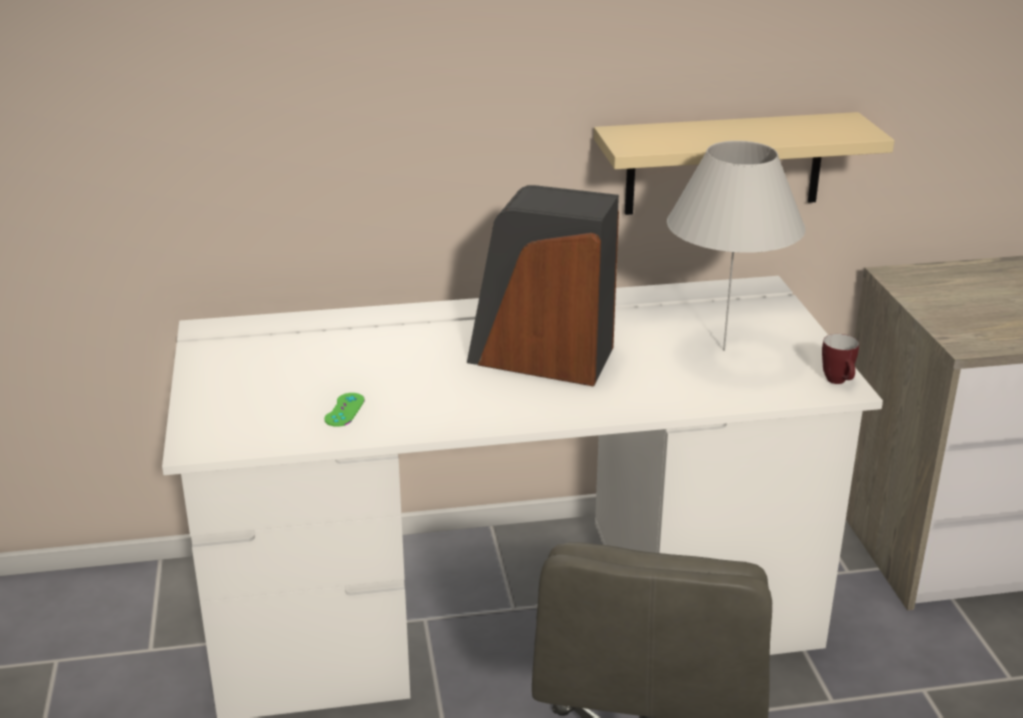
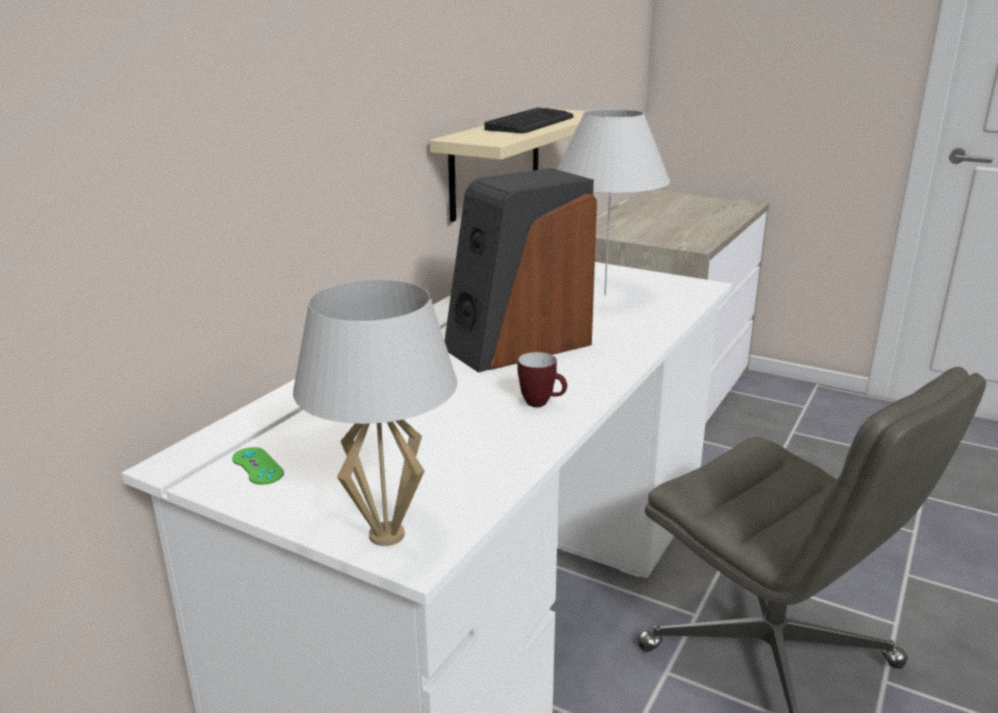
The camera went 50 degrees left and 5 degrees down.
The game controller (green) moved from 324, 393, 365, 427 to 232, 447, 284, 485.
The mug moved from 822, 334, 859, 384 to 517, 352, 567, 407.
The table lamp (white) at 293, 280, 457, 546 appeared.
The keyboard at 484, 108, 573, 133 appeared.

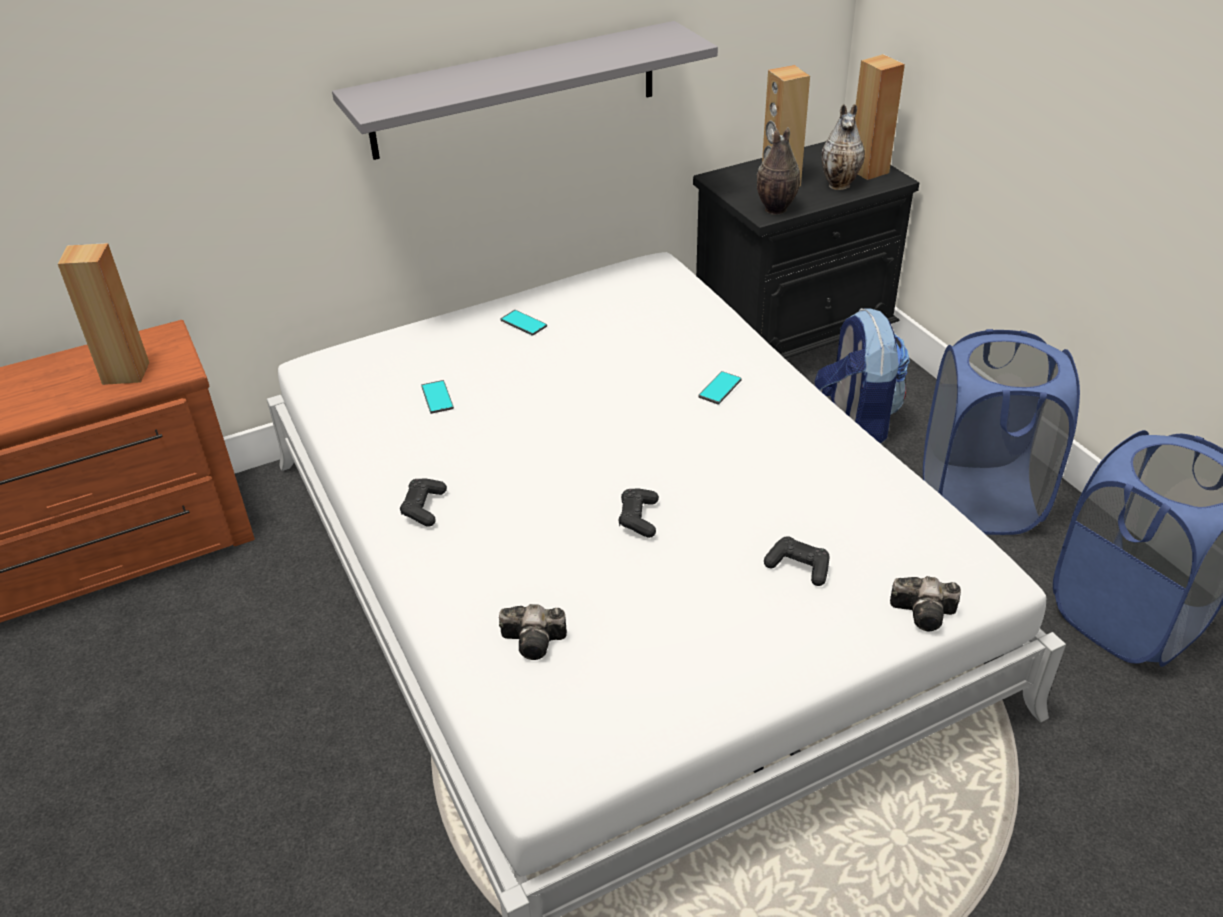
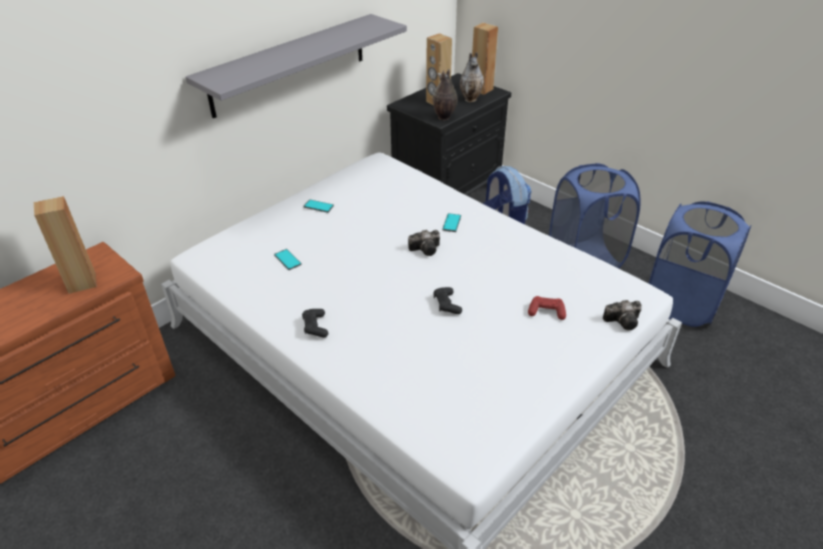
The camera went 20 degrees left and 0 degrees up.
The photo camera moved from 499, 604, 567, 660 to 408, 230, 440, 256.
The game controller (black) at 764, 536, 830, 586 became the game controller (red) at 528, 296, 566, 320.

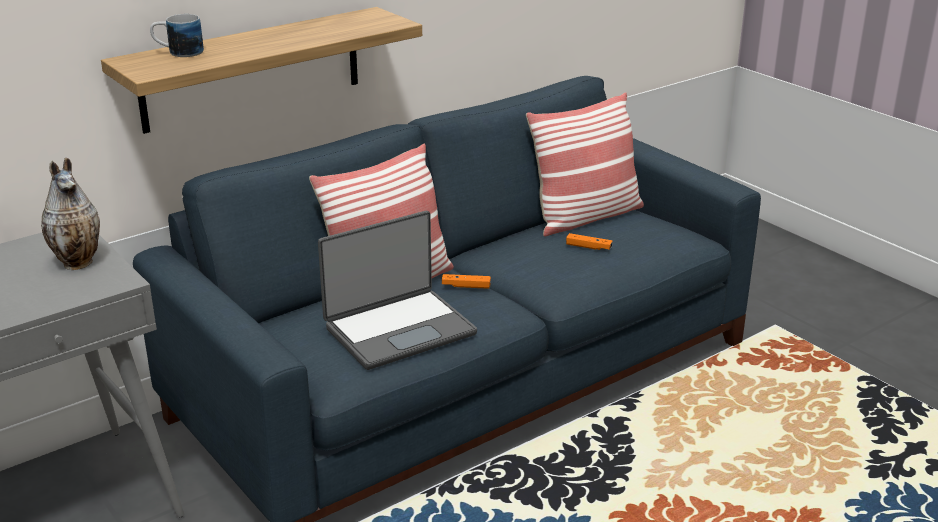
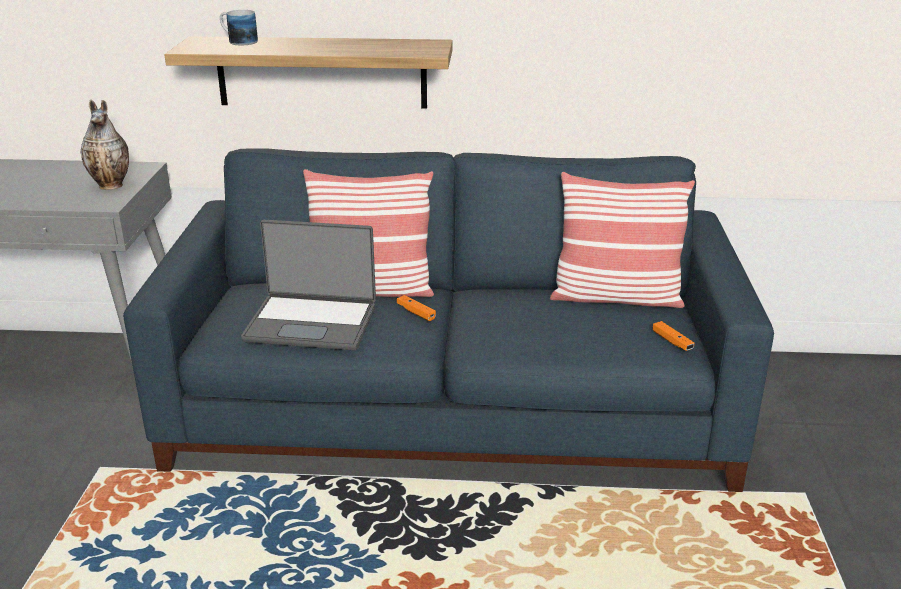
The camera went 40 degrees right and 0 degrees up.
The game controller (orange) moved from 566, 233, 613, 250 to 653, 321, 694, 351.

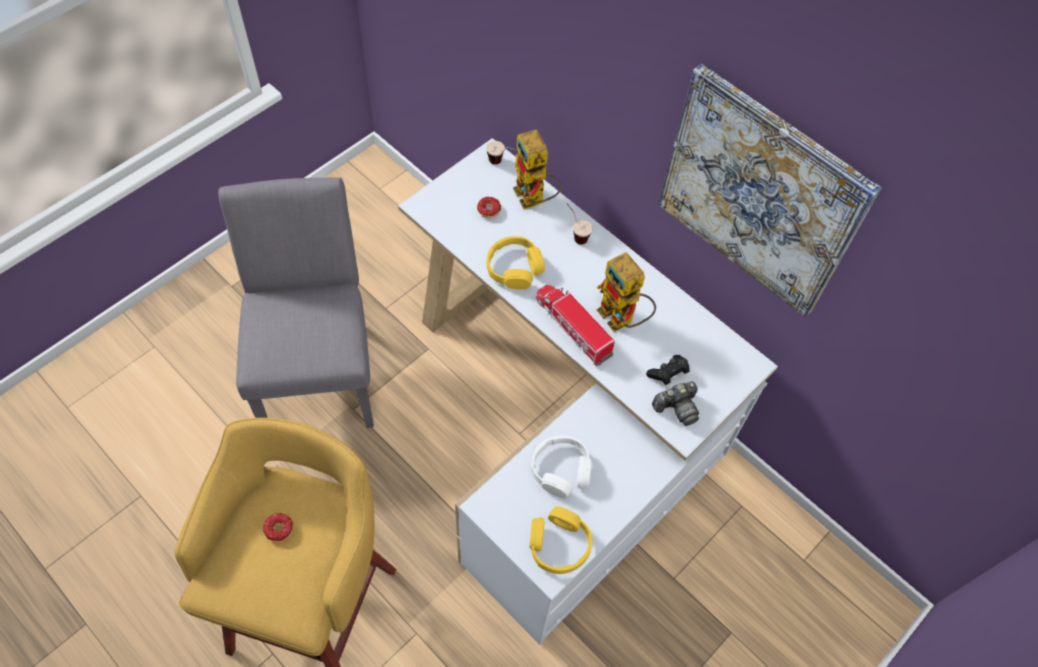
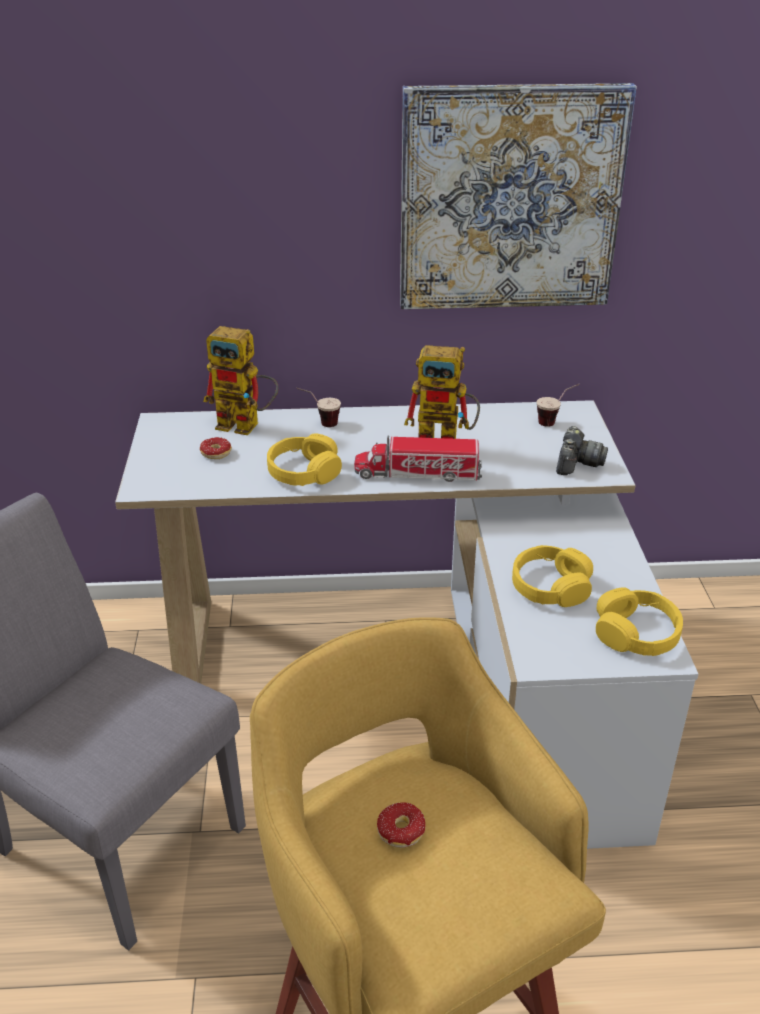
The camera went 45 degrees left and 25 degrees down.
The cup moved from 486, 141, 517, 165 to 537, 384, 580, 427.
The headphones (white) at 531, 435, 592, 498 became the headphones (yellow) at 512, 545, 593, 607.
The game controller (black) at 646, 355, 690, 385 disappeared.

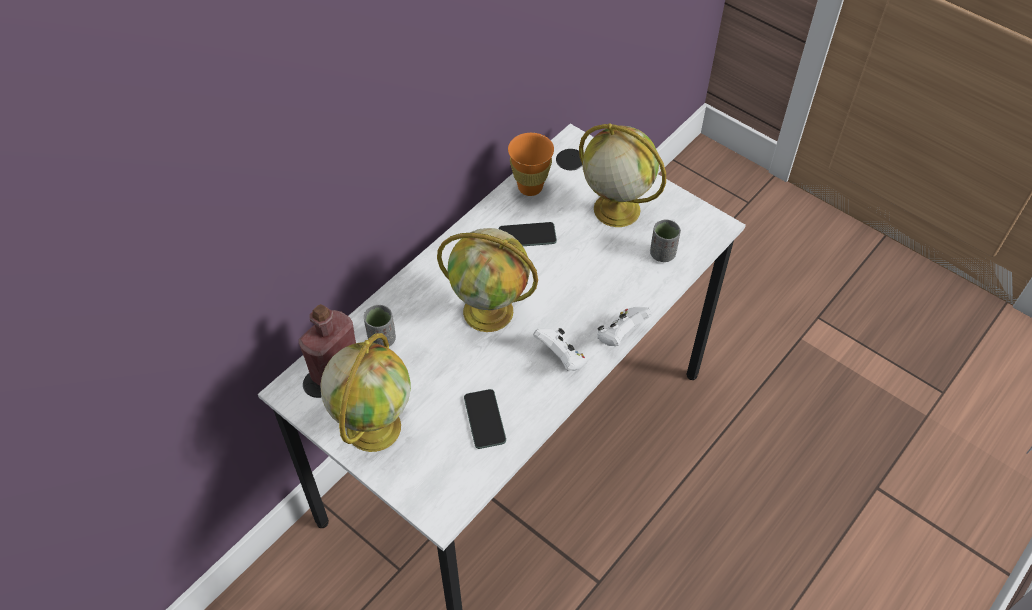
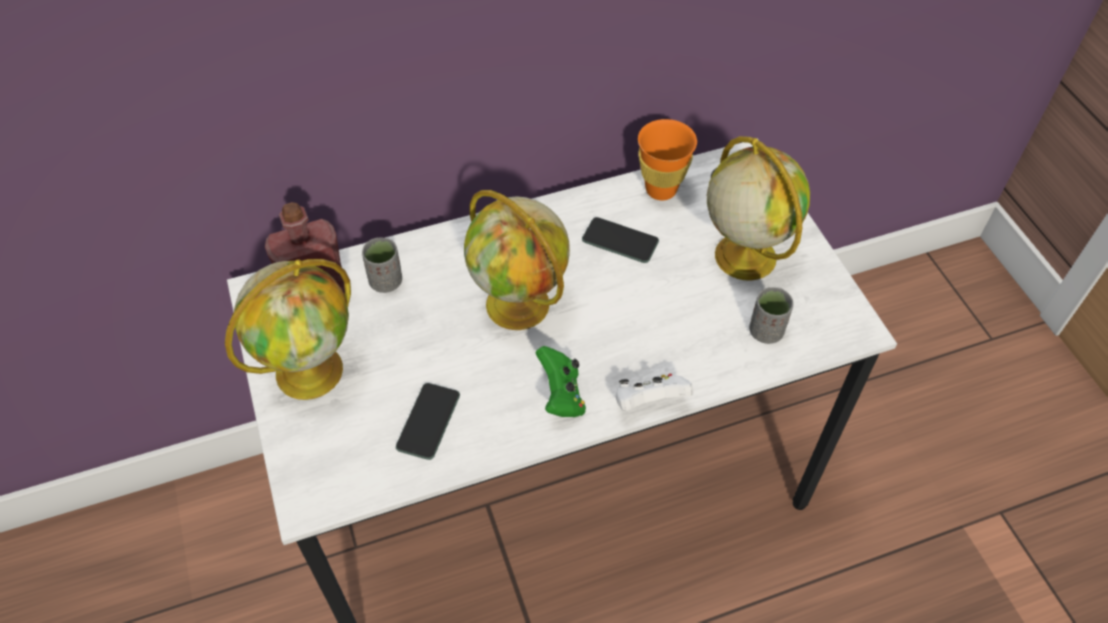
The camera went 30 degrees right and 0 degrees up.
The game controller (white) at 533, 328, 587, 371 became the game controller (green) at 536, 346, 586, 417.

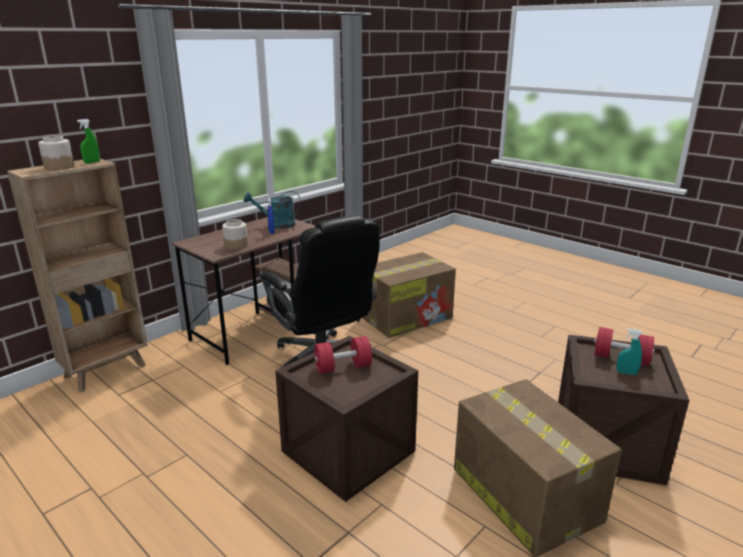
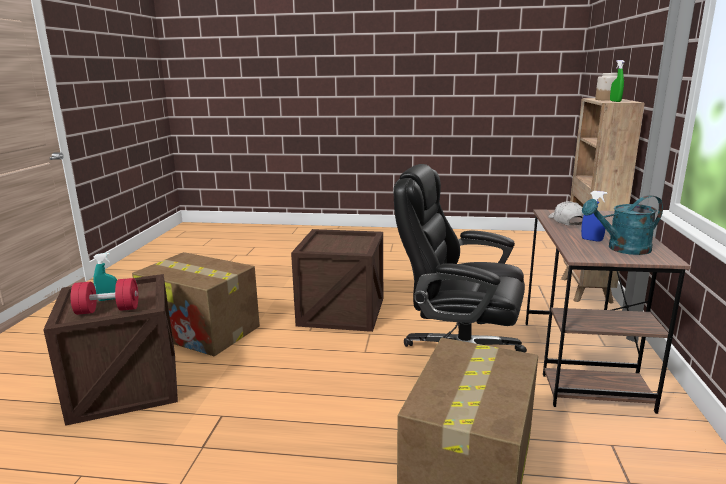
The camera went 145 degrees right and 5 degrees down.
The jar at 222, 219, 248, 249 was replaced by the cap (white) at 548, 201, 584, 226.
The watering can (turquoise) at 243, 191, 301, 229 turned 150 degrees counterclockwise.
The dumbbell (red) at 314, 336, 372, 374 disappeared.

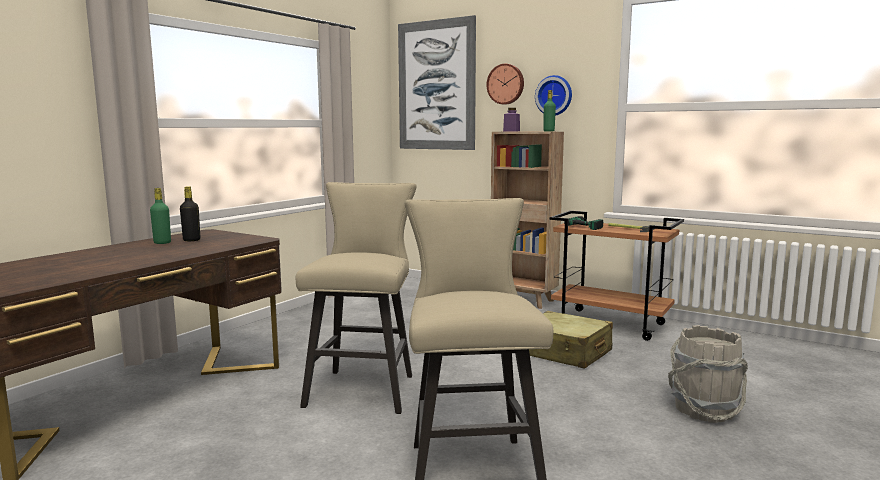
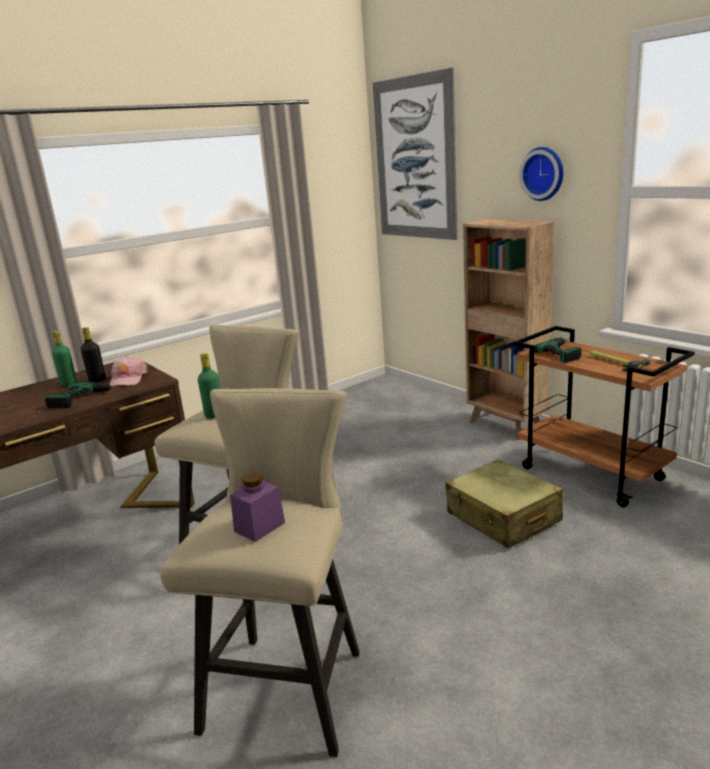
The camera went 20 degrees right and 10 degrees up.
The wall clock at 486, 64, 524, 105 disappeared.
The jar (purple) moved from 503, 108, 520, 131 to 230, 472, 285, 542.
The bottle (green) moved from 543, 90, 556, 132 to 198, 353, 220, 419.
The bucket (grey) at 668, 325, 748, 423 disappeared.
The power drill at 45, 382, 120, 408 appeared.
The cap (pink) at 109, 356, 148, 386 appeared.

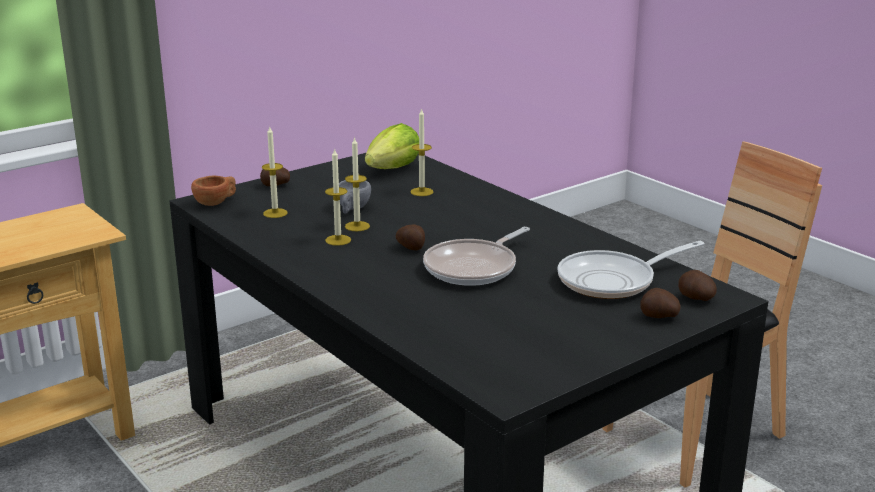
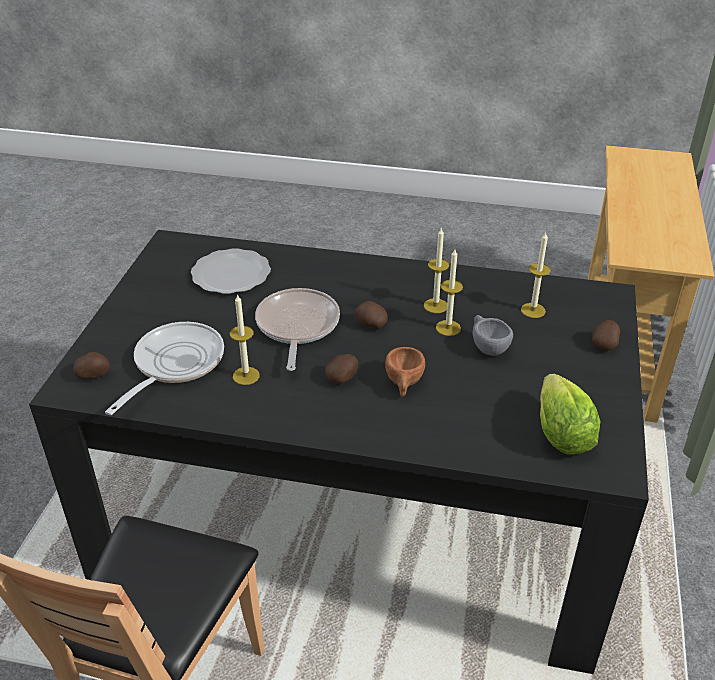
The camera went 140 degrees right and 15 degrees up.
The cup (brown) moved from 191, 176, 236, 206 to 385, 347, 425, 397.
The candle moved from 410, 108, 433, 196 to 230, 294, 260, 385.
The potato moved from 640, 288, 681, 318 to 325, 354, 358, 384.
The plate at 191, 248, 271, 294 appeared.

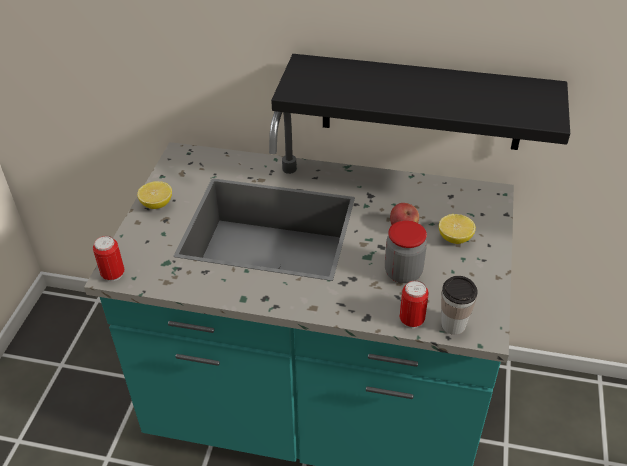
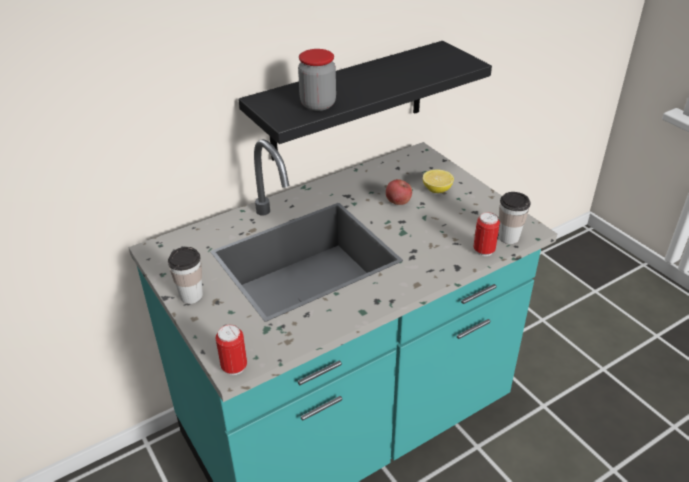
The camera went 45 degrees left and 5 degrees down.
The lemon at 137, 181, 172, 209 was replaced by the cup at 168, 247, 203, 304.
The jar moved from 385, 220, 427, 283 to 298, 49, 336, 111.

